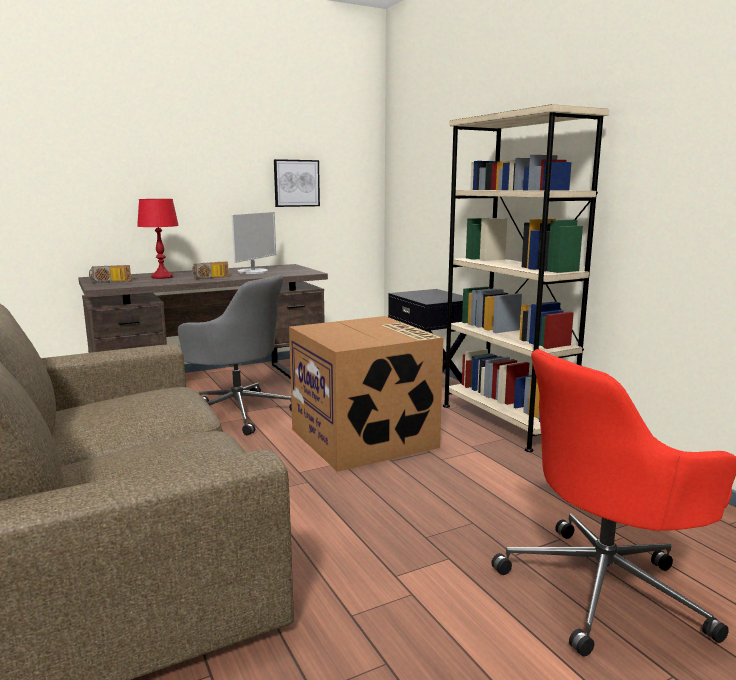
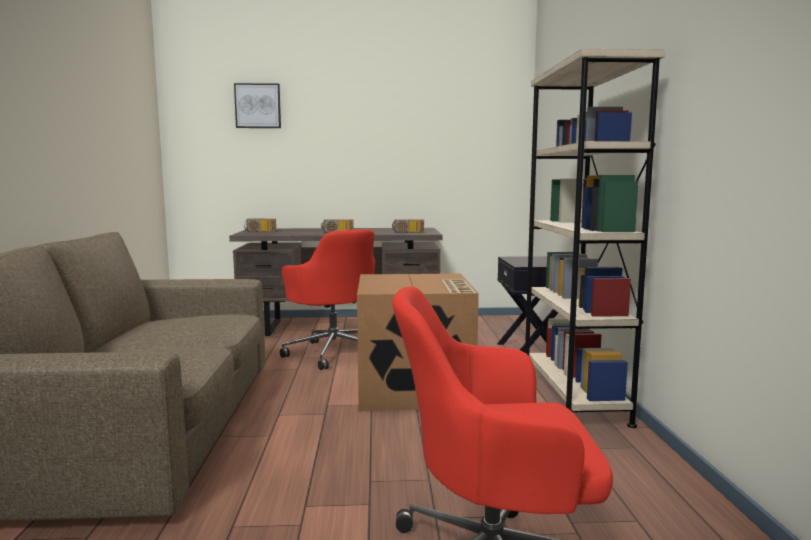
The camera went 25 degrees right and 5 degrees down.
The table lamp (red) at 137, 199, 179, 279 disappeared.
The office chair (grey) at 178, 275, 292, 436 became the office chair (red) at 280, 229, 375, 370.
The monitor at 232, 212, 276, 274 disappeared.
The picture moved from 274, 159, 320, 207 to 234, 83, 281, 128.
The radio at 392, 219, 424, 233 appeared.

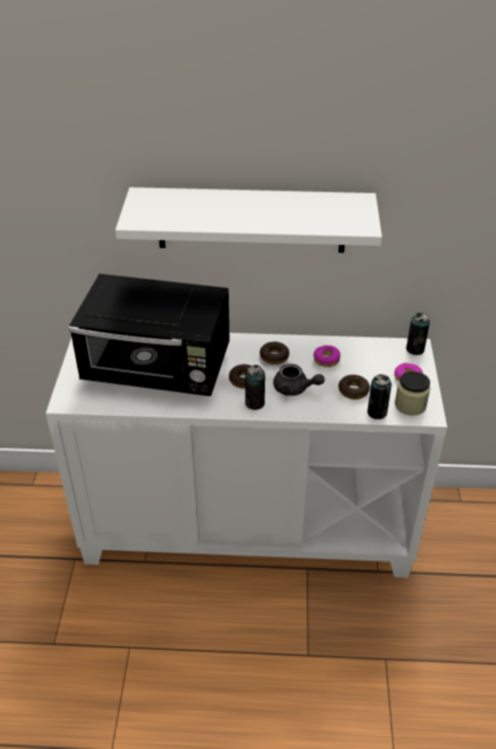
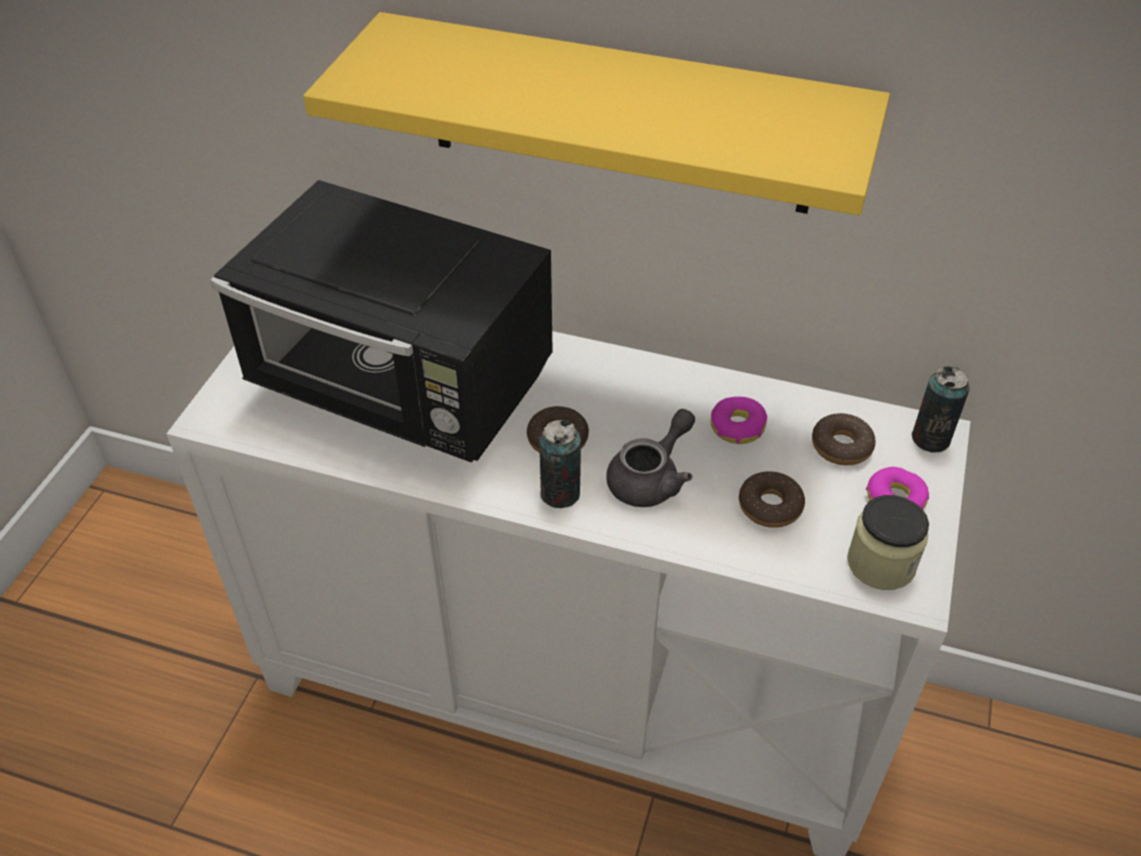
The camera went 15 degrees right and 5 degrees up.
The shelf (white) at 115, 187, 382, 253 became the shelf (yellow) at 303, 12, 890, 215.
The donut moved from 260, 342, 289, 365 to 812, 413, 876, 465.
The teapot (grey) at 273, 364, 325, 396 turned 90 degrees counterclockwise.
The can at 367, 374, 392, 419 disappeared.

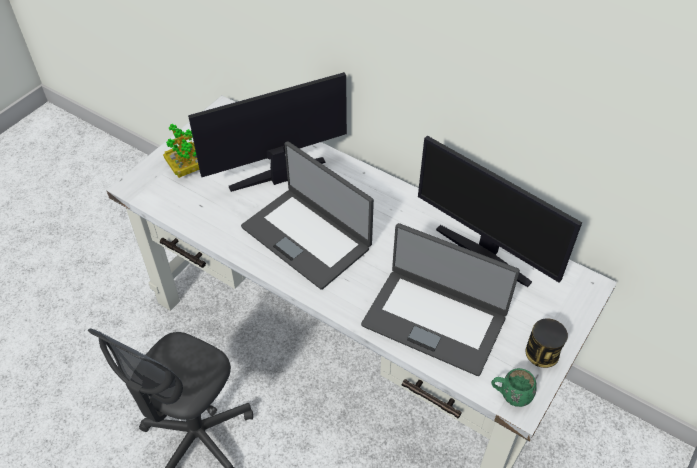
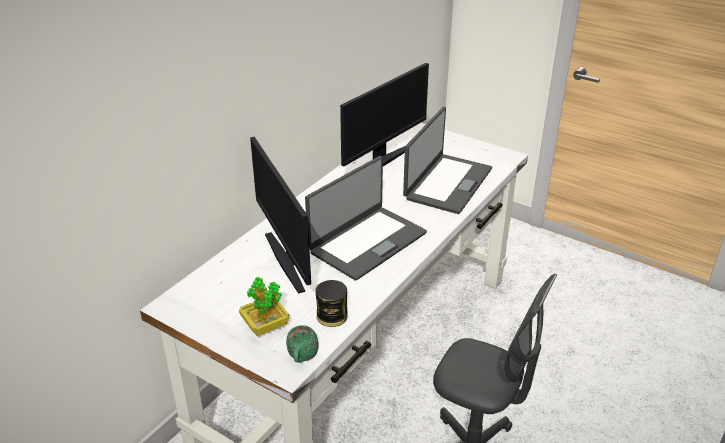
The camera went 90 degrees left and 15 degrees down.
The mug (green) moved from 491, 368, 537, 407 to 286, 325, 319, 362.
The can moved from 525, 318, 568, 368 to 315, 280, 348, 327.

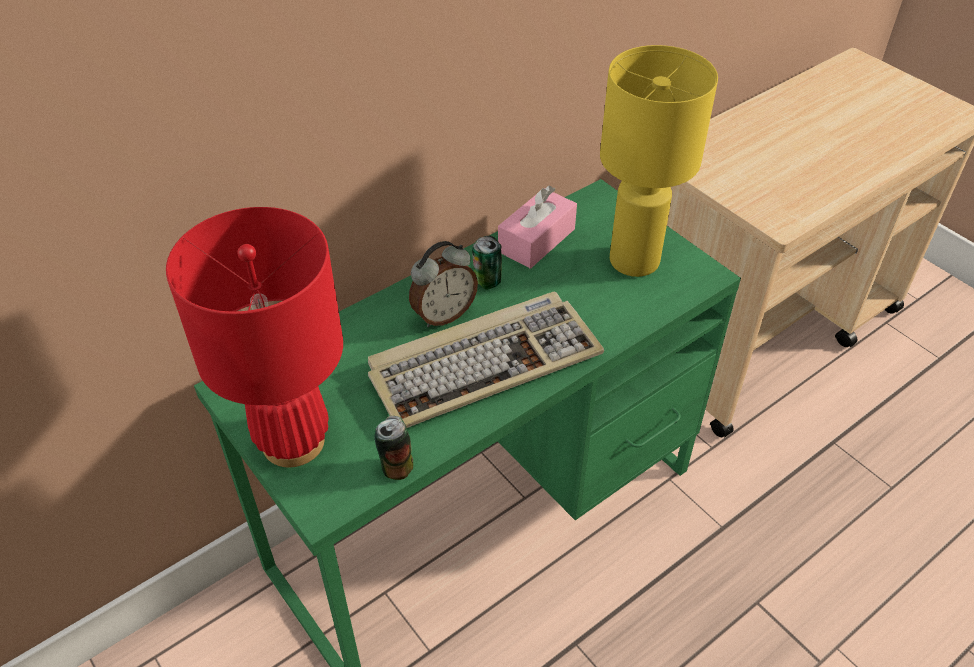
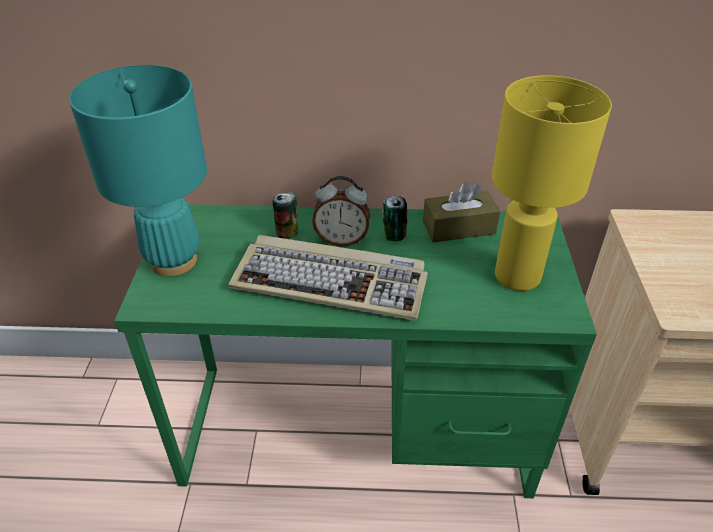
The camera went 40 degrees right and 5 degrees down.
The table lamp (red) at 166, 207, 343, 467 became the table lamp (turquoise) at 69, 65, 207, 276.
The can moved from 374, 416, 413, 480 to 272, 193, 298, 239.
The tissue box (pink) at 498, 185, 577, 269 became the tissue box (brown) at 423, 182, 500, 243.

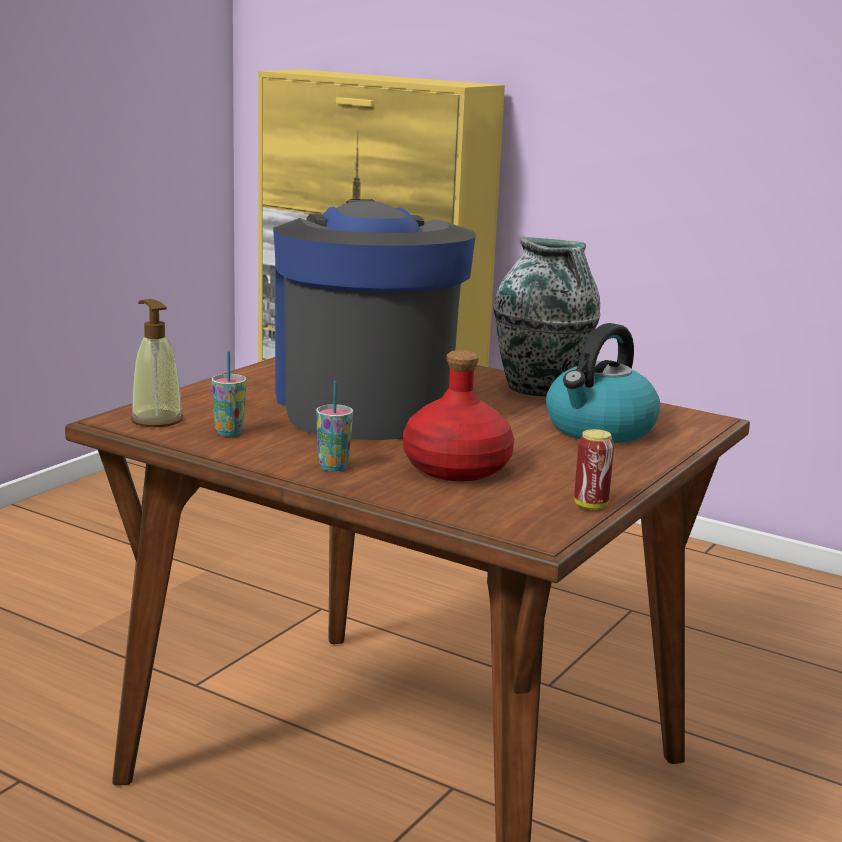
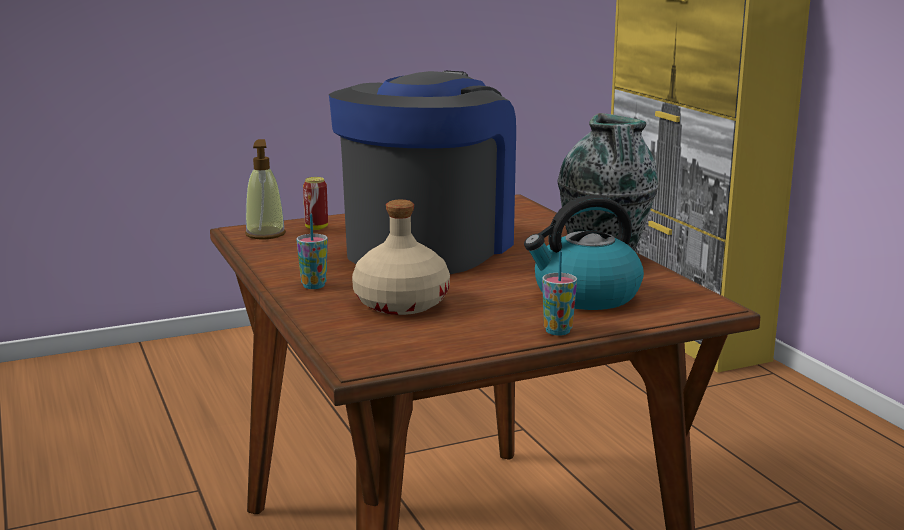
The camera went 35 degrees right and 0 degrees up.
The cup moved from 211, 351, 246, 436 to 542, 251, 577, 336.
The bottle (red) at 403, 350, 514, 481 became the bottle (beige) at 352, 200, 450, 315.
The can moved from 574, 429, 614, 510 to 303, 177, 328, 230.

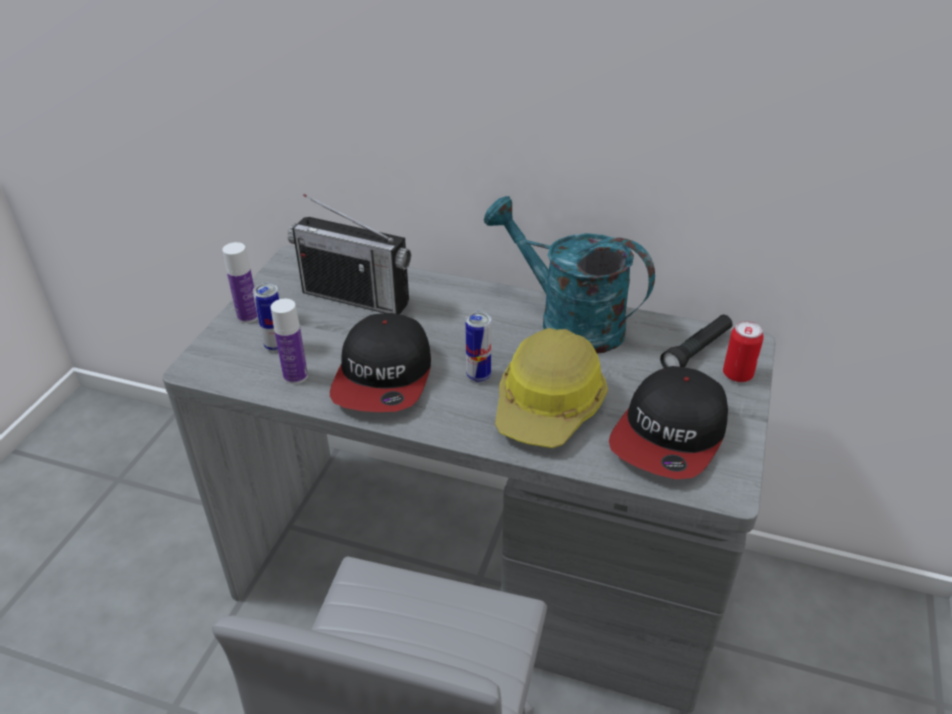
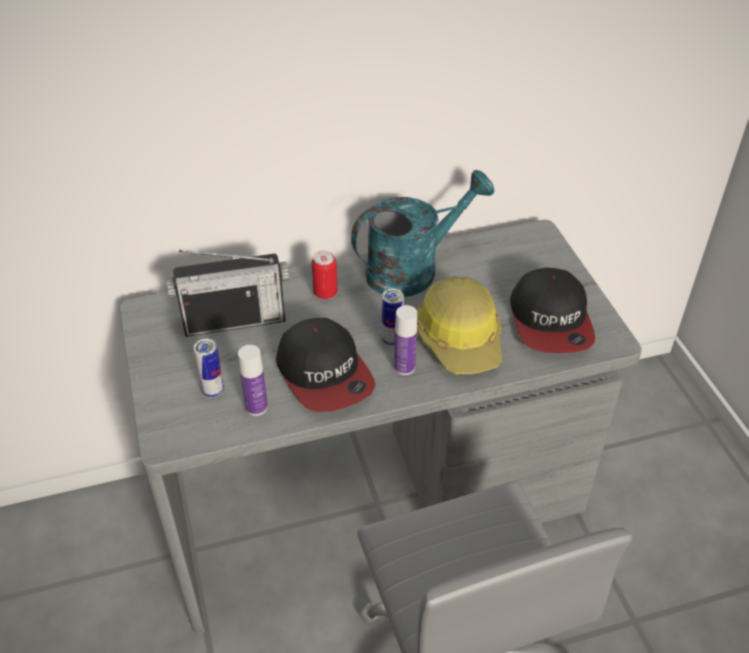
The camera went 35 degrees left and 5 degrees up.
The bottle moved from 222, 242, 258, 323 to 394, 305, 417, 375.
The watering can (turquoise) at 483, 196, 655, 353 turned 150 degrees clockwise.
The flashlight (black) at 660, 315, 733, 368 disappeared.
The can moved from 723, 321, 764, 382 to 312, 251, 338, 299.

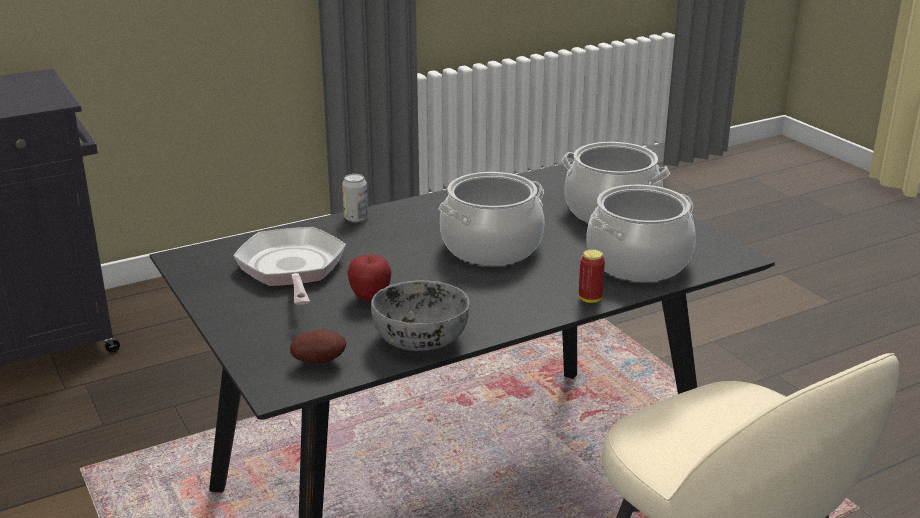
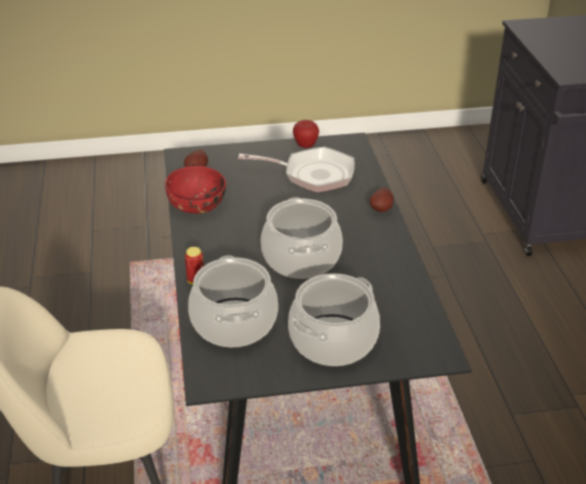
The camera went 110 degrees right and 10 degrees up.
The can at 342, 174, 368, 222 was replaced by the potato at 370, 187, 393, 212.
The apple moved from 348, 254, 392, 301 to 293, 120, 319, 148.
The bowl (grey) at 371, 280, 470, 351 became the bowl (red) at 165, 166, 226, 214.

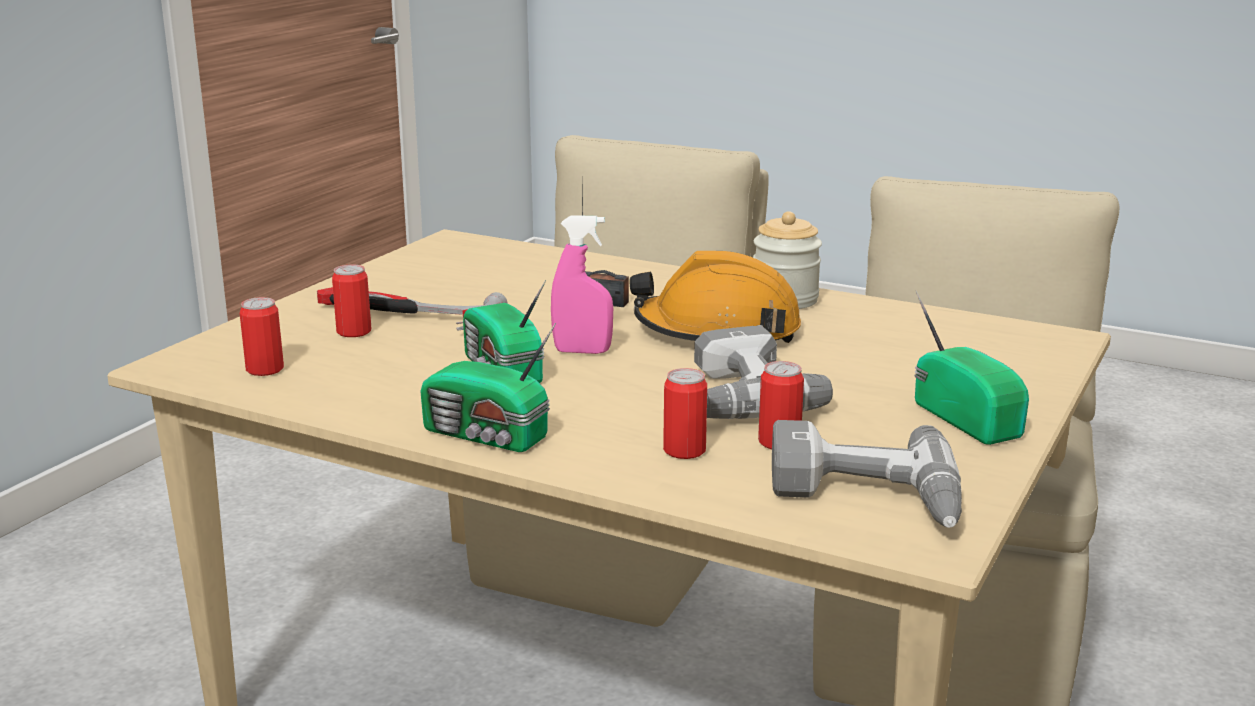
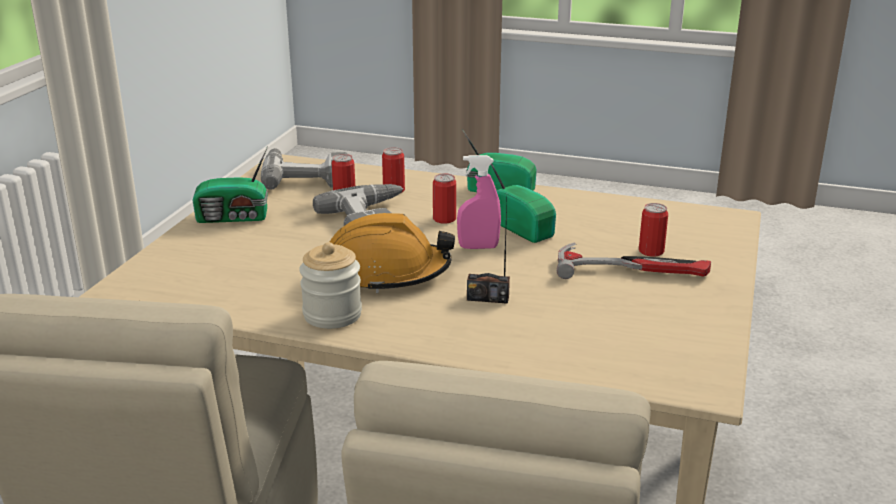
The camera went 170 degrees right and 5 degrees up.
The can moved from 240, 297, 284, 376 to 433, 173, 456, 224.
The radio at 914, 291, 1029, 445 turned 60 degrees counterclockwise.

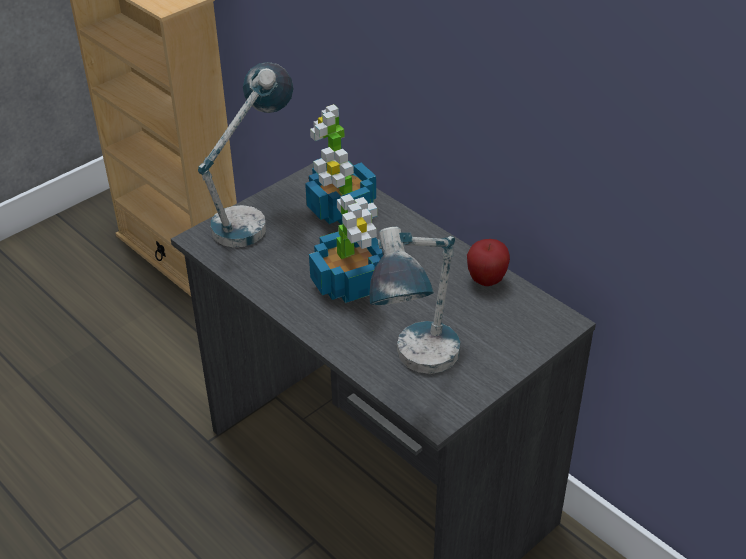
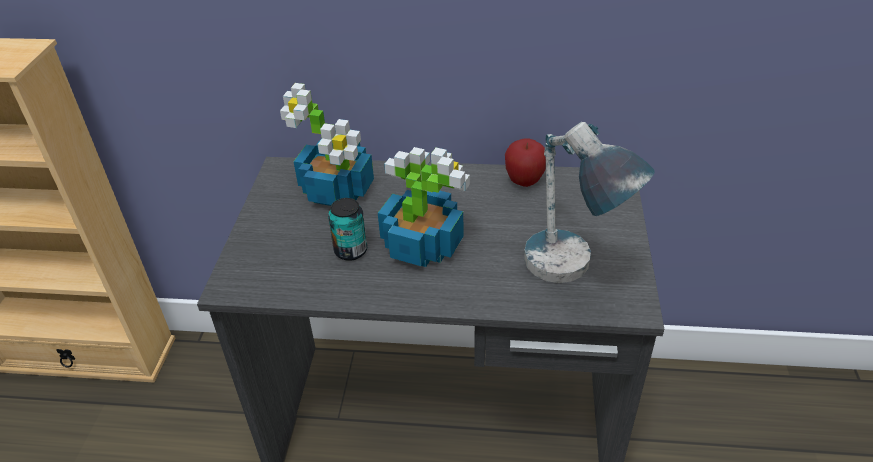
The camera went 40 degrees left and 0 degrees up.
The table lamp at 198, 62, 294, 247 disappeared.
The can at 328, 198, 367, 261 appeared.

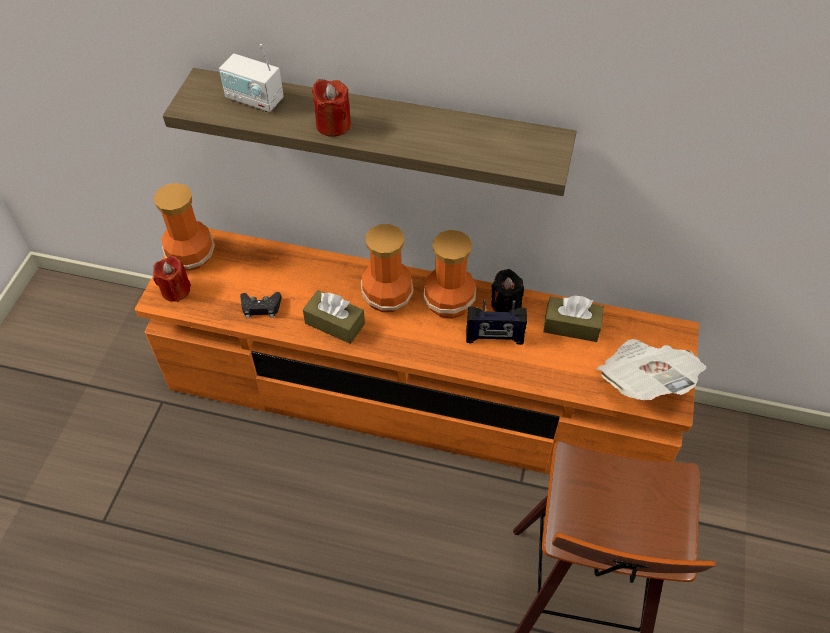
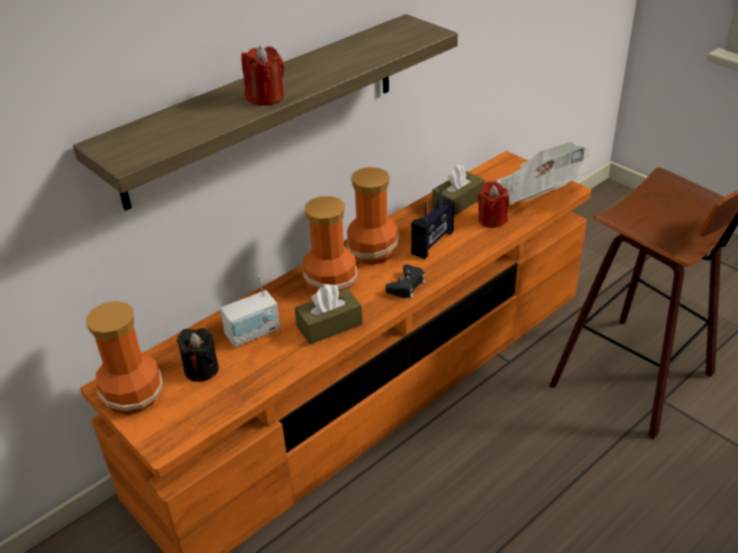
The camera went 55 degrees left and 15 degrees down.
The candle (red) moved from 153, 256, 191, 302 to 478, 181, 509, 228.
The radio moved from 219, 44, 284, 112 to 220, 275, 280, 347.
The game controller (black) moved from 240, 292, 282, 318 to 385, 264, 425, 298.
The candle (black) moved from 491, 269, 524, 312 to 177, 328, 219, 382.

